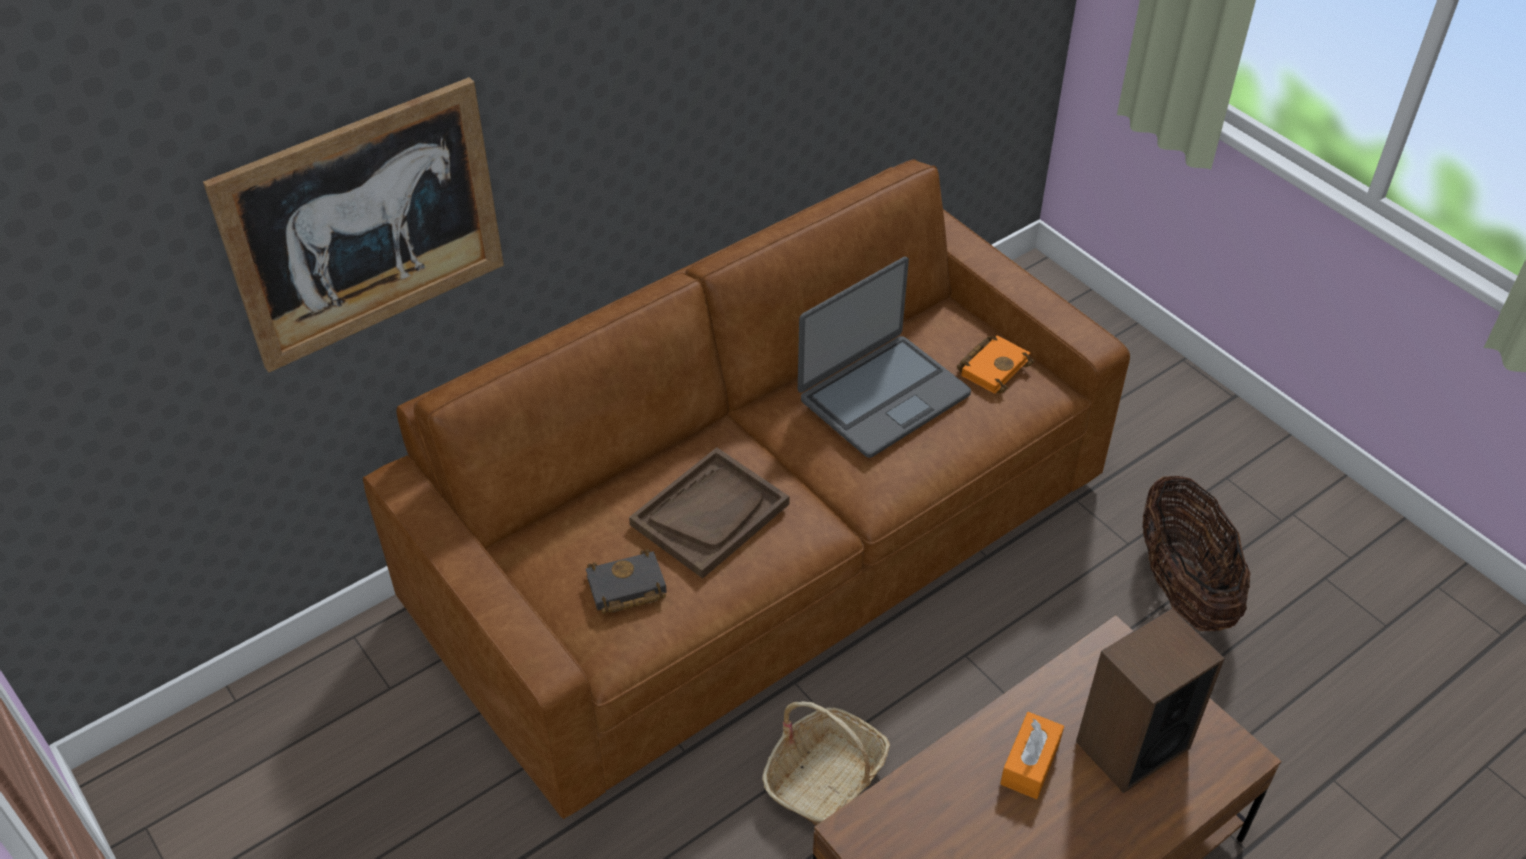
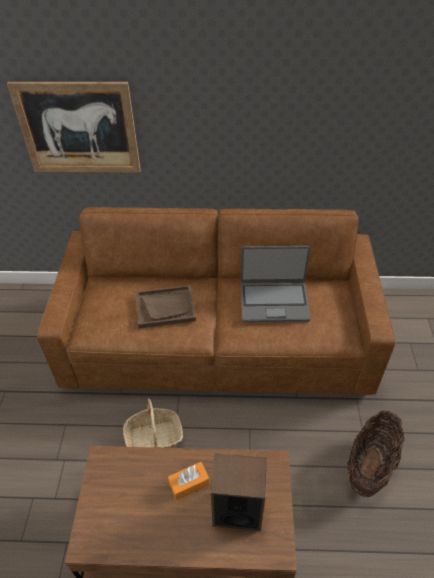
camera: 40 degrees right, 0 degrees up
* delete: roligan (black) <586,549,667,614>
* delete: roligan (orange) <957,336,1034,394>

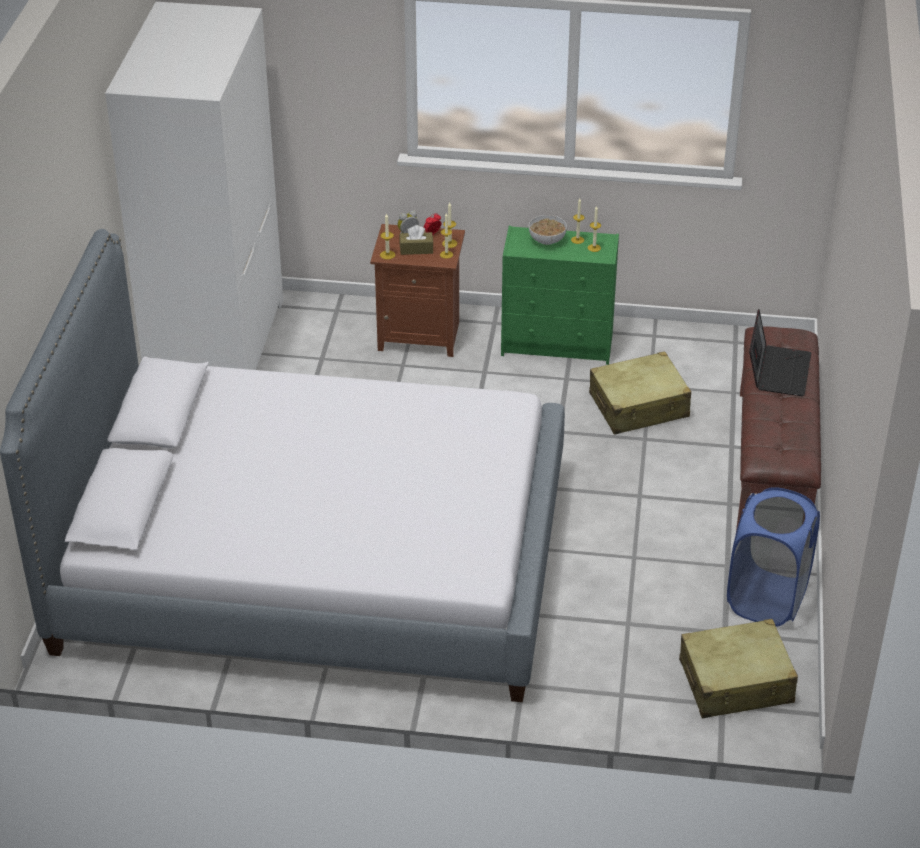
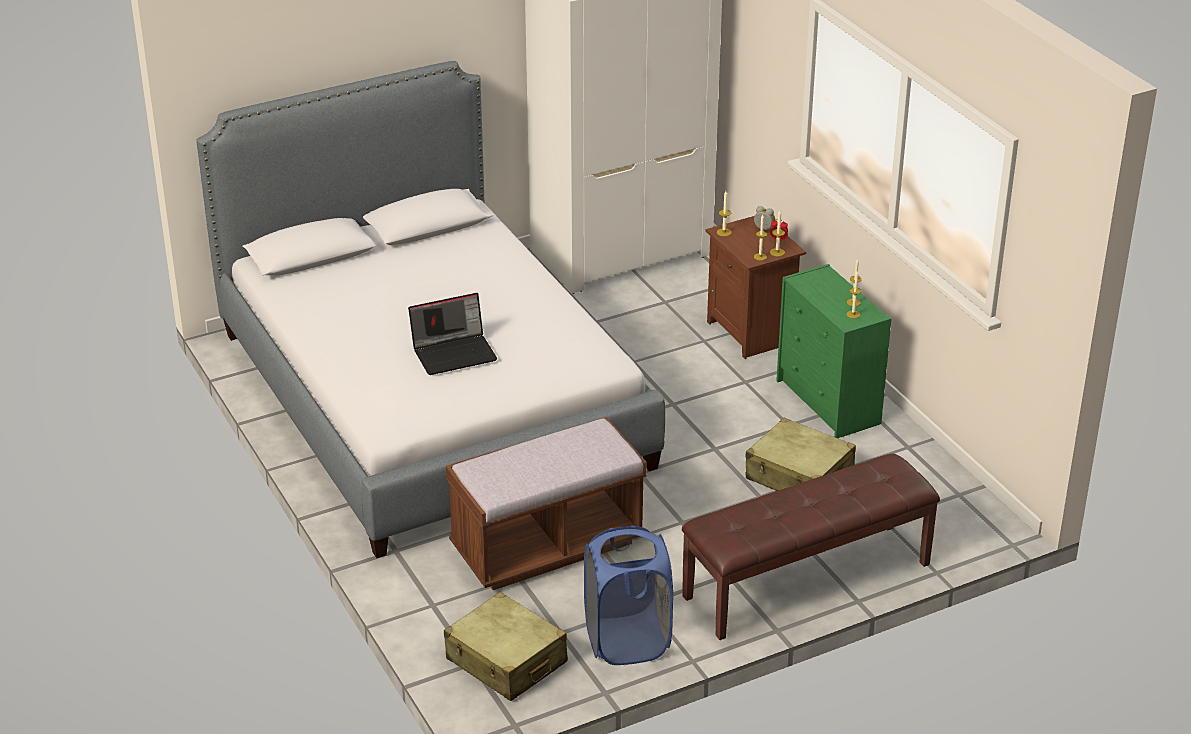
camera: 55 degrees right, 5 degrees down
* delete: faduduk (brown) <399,225,433,255>
* delete: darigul <529,215,567,245>
* move: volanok <749,309,811,396> to <408,293,497,375>
* insert: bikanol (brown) <446,417,647,590>

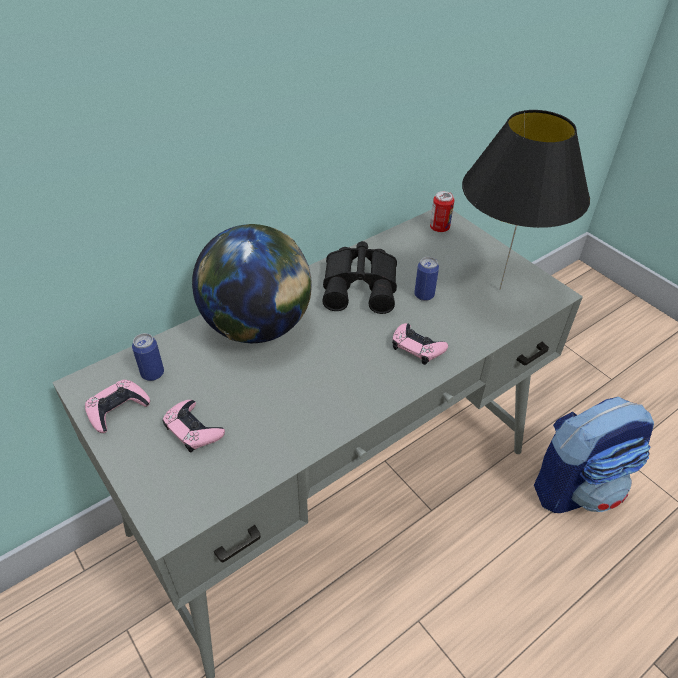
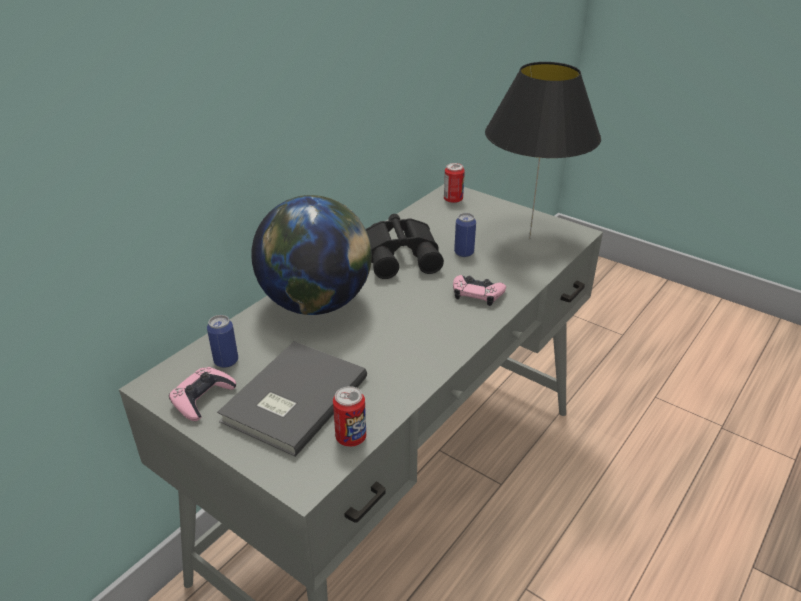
camera: 15 degrees left, 10 degrees down
* replace: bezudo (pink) <162,400,225,452> to roligan (grey) <217,341,367,457>
* delete: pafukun <534,397,654,513>
* insert: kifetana <333,386,366,447>

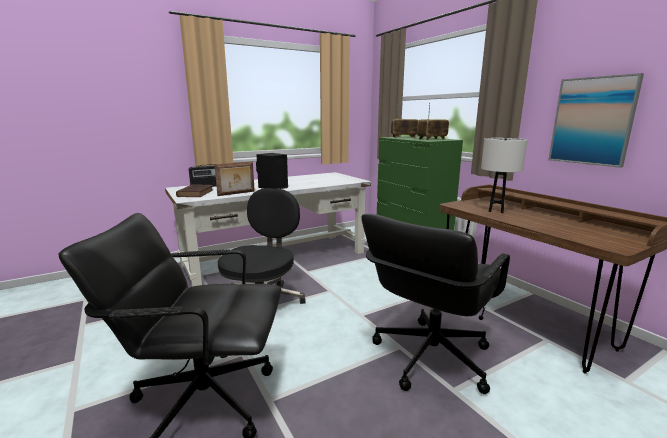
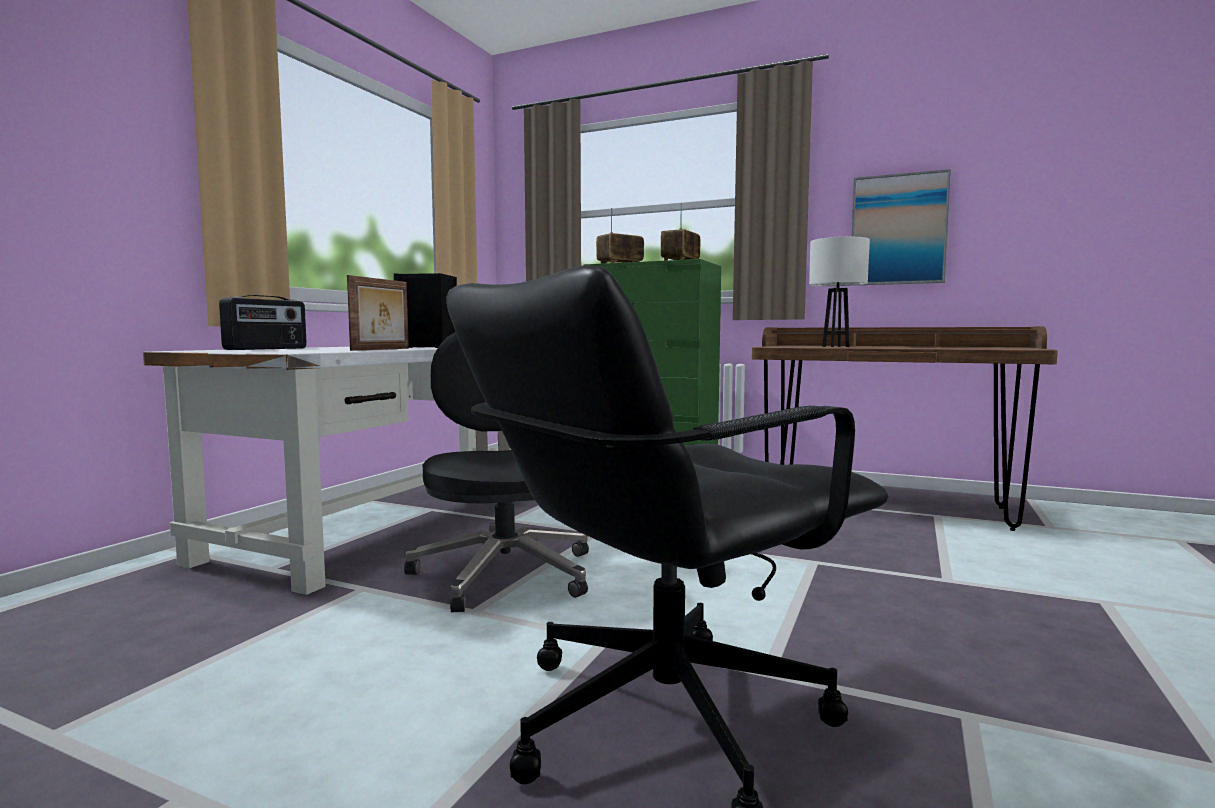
camera: 35 degrees left, 10 degrees down
* delete: roligan (brown) <176,185,213,197>
* delete: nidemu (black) <361,214,510,394>

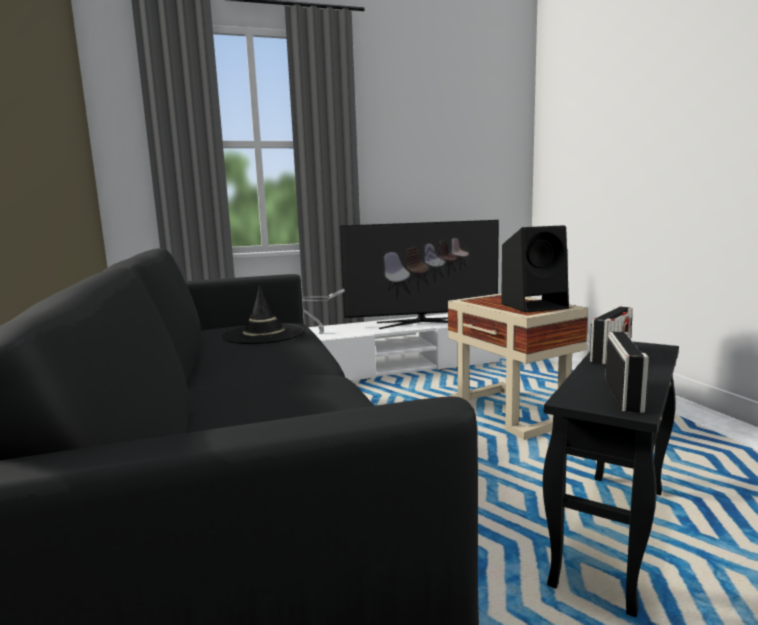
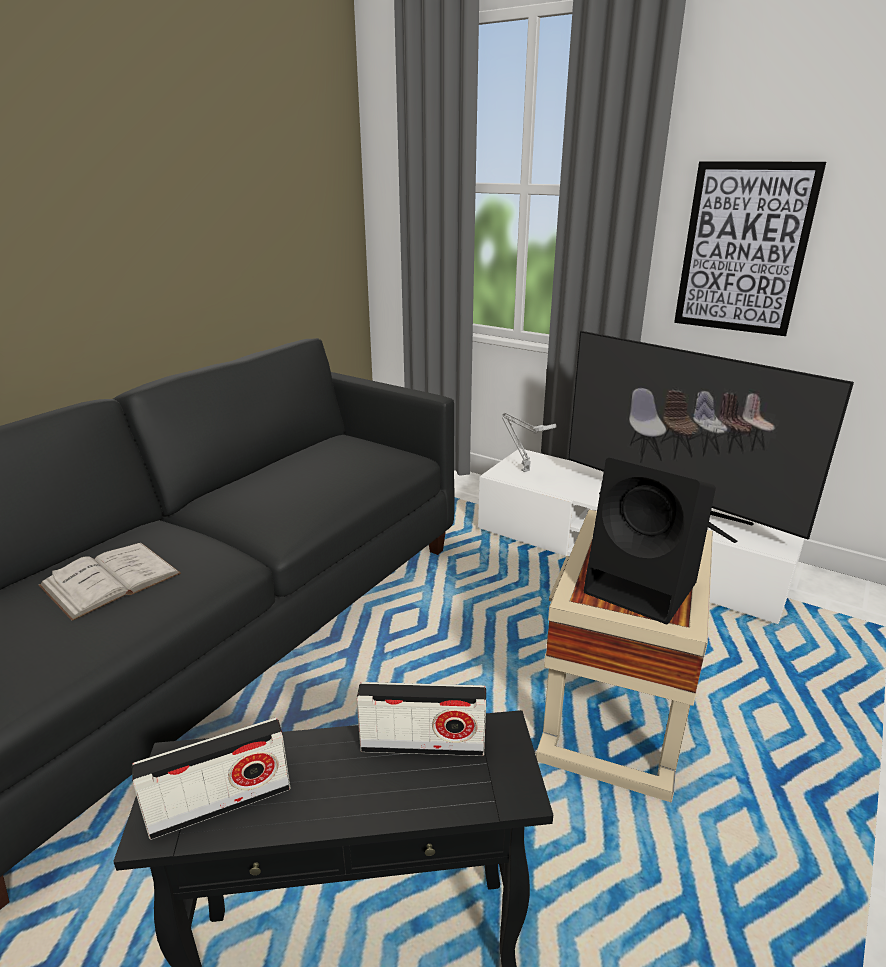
camera: 50 degrees right, 15 degrees up
* delete: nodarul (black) <222,285,306,344>
* insert: roligan (white) <39,543,181,621>
* insert: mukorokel <674,161,826,336>

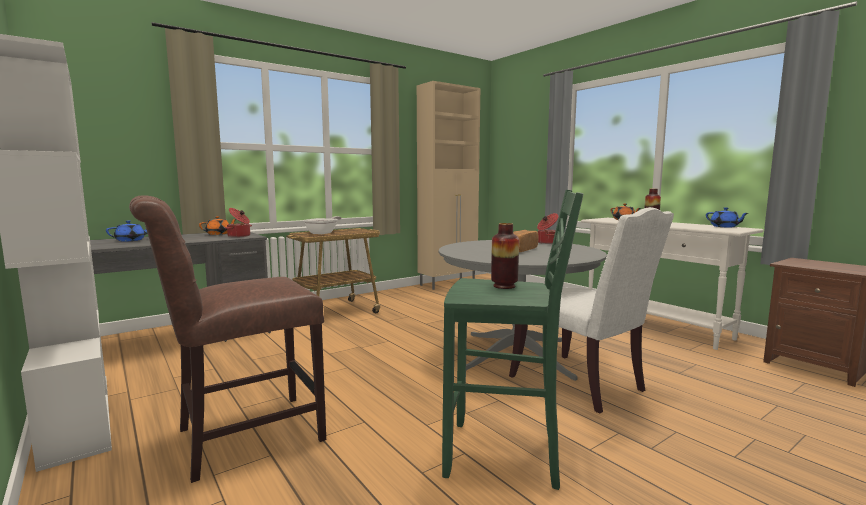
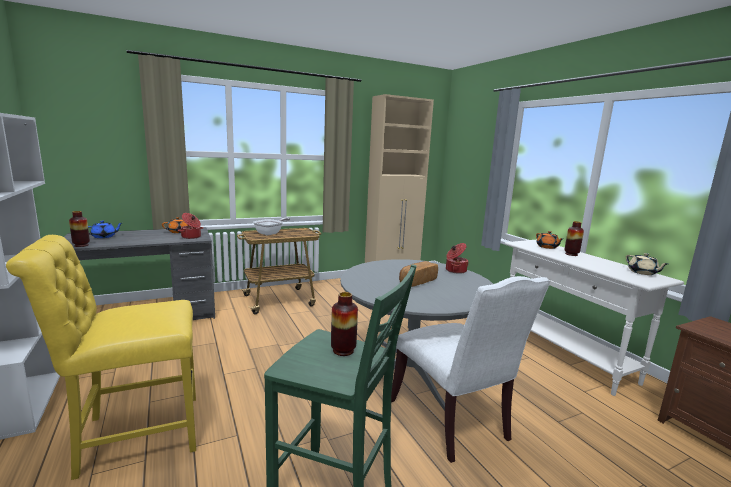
camera: 10 degrees right, 5 degrees up
* recolor: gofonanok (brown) <129,195,326,483> to gofonanok (yellow) <6,235,196,480>
* recolor: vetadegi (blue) <706,207,748,227> to vetadegi (beige) <626,253,668,275>
* insert: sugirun <69,211,90,247>

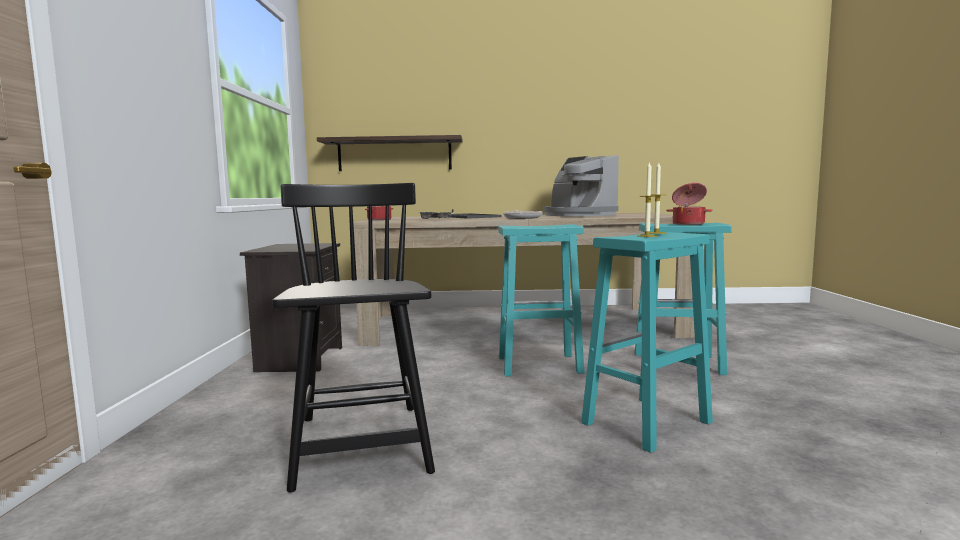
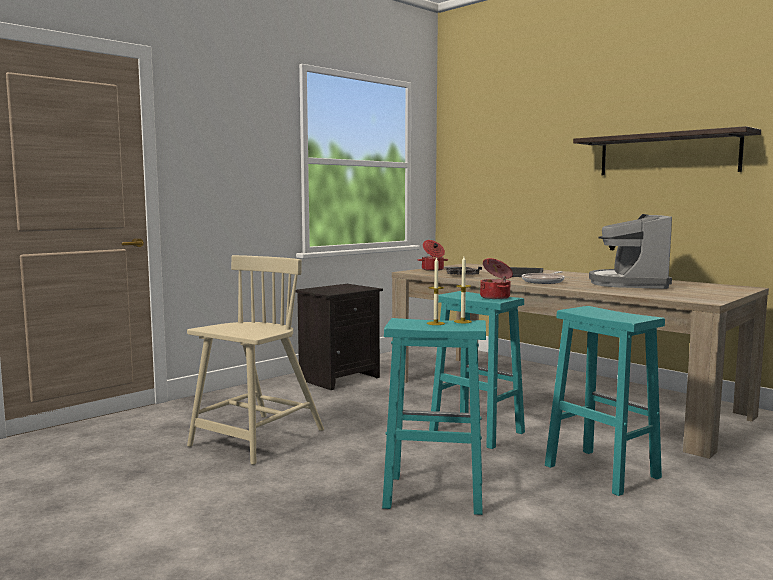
camera: 45 degrees right, 0 degrees up
* recolor: gofonanok (black) <272,183,435,493> to gofonanok (beige) <187,255,324,465>
* move: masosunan <317,135,463,171> to <573,126,761,175>
* move: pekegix <666,183,713,225> to <480,258,513,299>

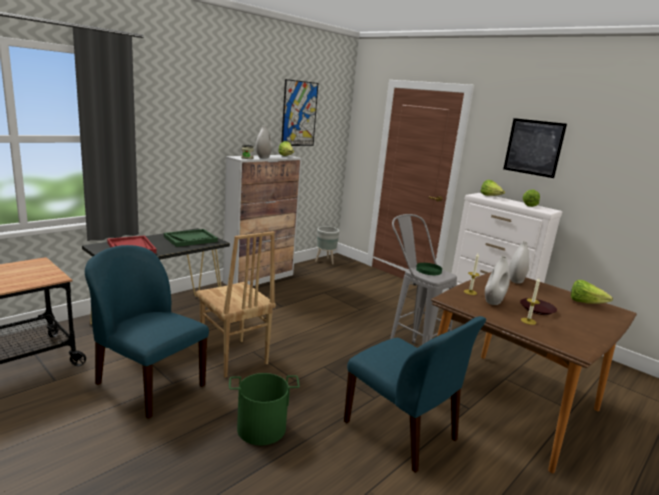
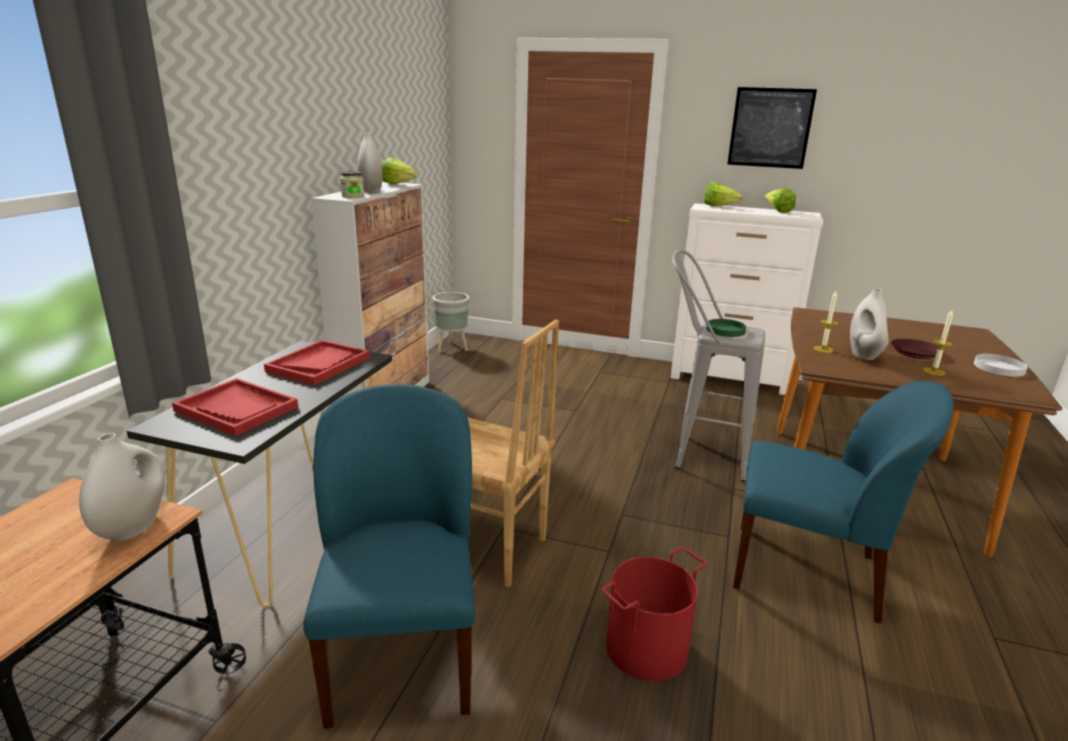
camera: 25 degrees left, 5 degrees up
* rotate: gofonanok (blue) <85,245,209,419> = <303,384,476,729> 75 degrees clockwise
* recolor: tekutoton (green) <164,229,218,247> to tekutoton (red) <264,340,370,385>
* recolor: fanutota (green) <229,373,300,445> to fanutota (red) <601,547,707,681>
* delete: mukorokel <281,79,318,146>
* move: sugirun (white) <509,241,529,284> to <79,433,165,541>
* delete: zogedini <571,280,613,304>
* insert: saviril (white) <974,354,1028,377>

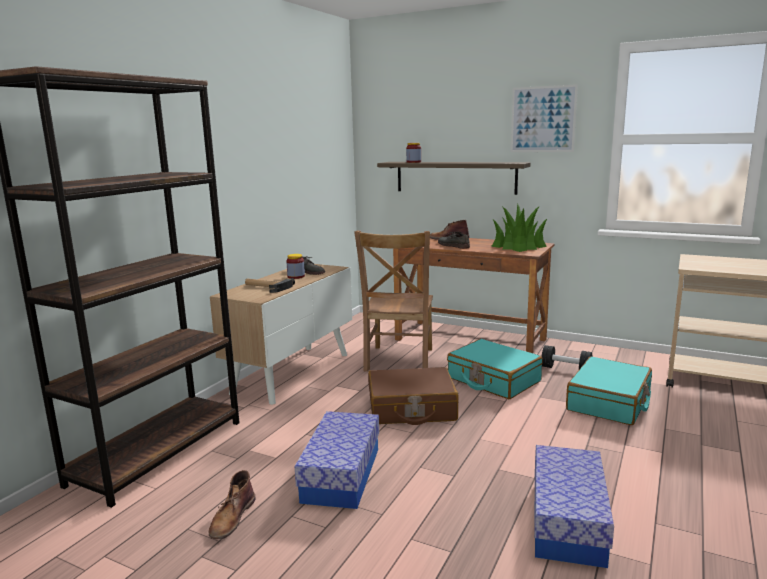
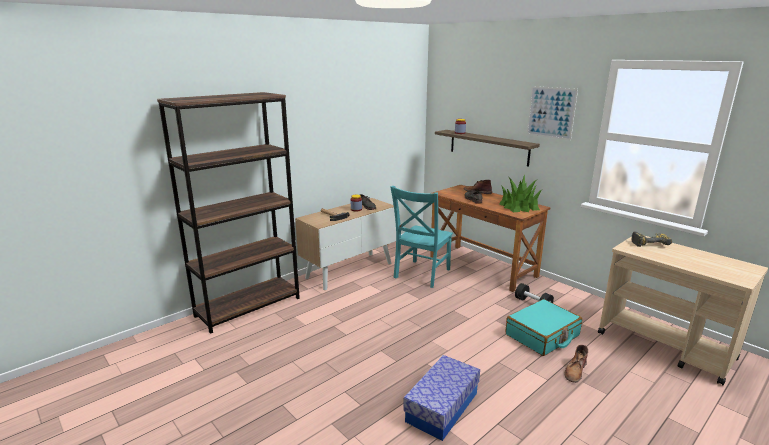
camera: 20 degrees right, 5 degrees up
* move: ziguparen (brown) <209,470,256,539> to <564,345,588,383>
* delete: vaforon <295,411,379,509>
* recolor: gofonanok (brown) <354,231,433,372> to gofonanok (turquoise) <390,186,453,288>
* delete: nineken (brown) <368,367,458,425>
* delete: nineken (turquoise) <447,339,543,399>
* insert: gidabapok <631,231,672,247>

